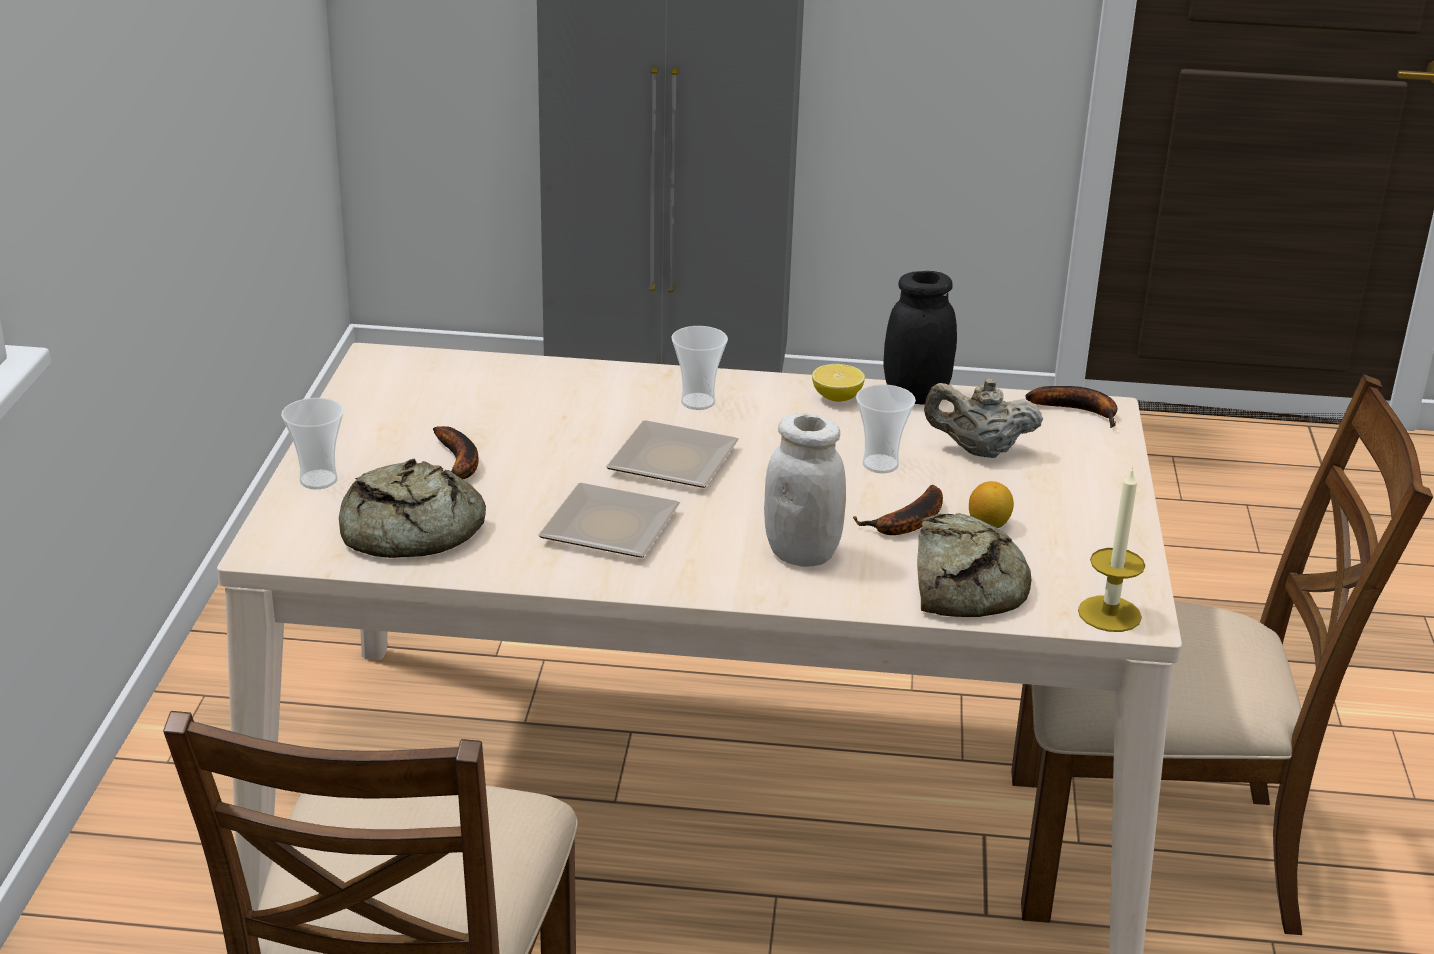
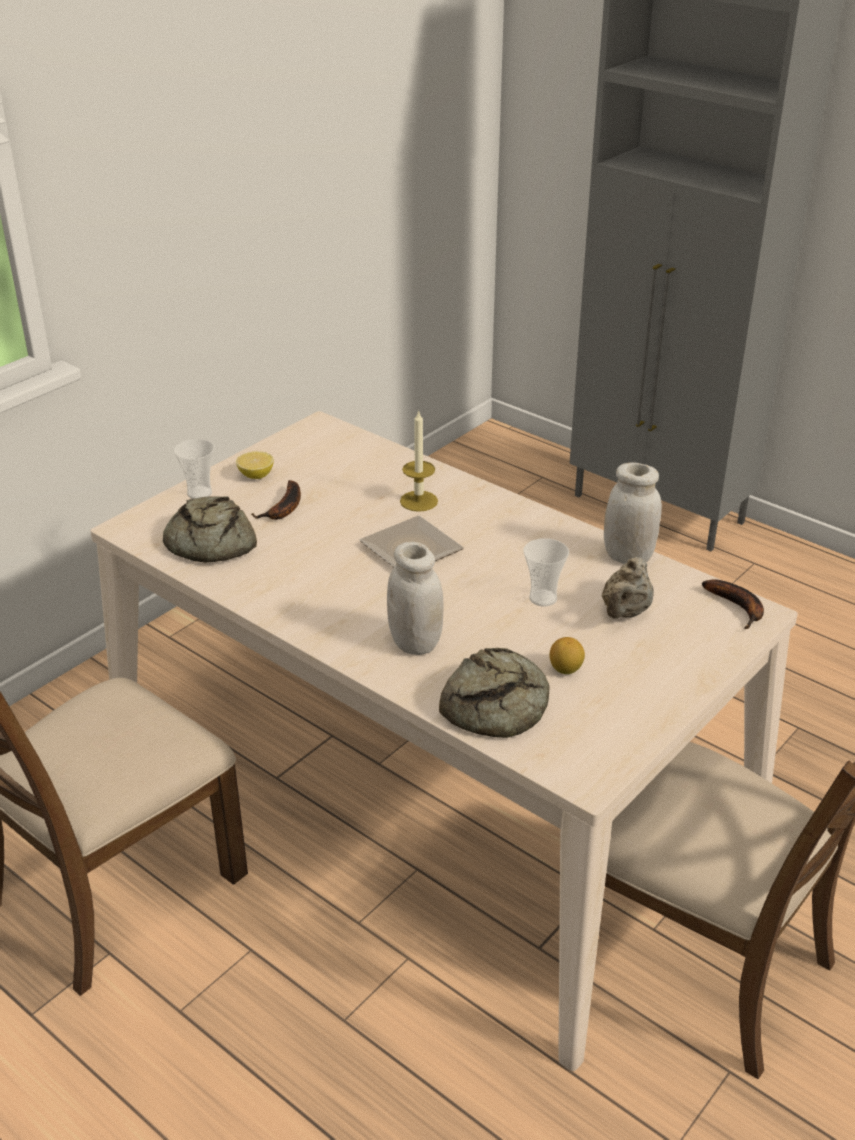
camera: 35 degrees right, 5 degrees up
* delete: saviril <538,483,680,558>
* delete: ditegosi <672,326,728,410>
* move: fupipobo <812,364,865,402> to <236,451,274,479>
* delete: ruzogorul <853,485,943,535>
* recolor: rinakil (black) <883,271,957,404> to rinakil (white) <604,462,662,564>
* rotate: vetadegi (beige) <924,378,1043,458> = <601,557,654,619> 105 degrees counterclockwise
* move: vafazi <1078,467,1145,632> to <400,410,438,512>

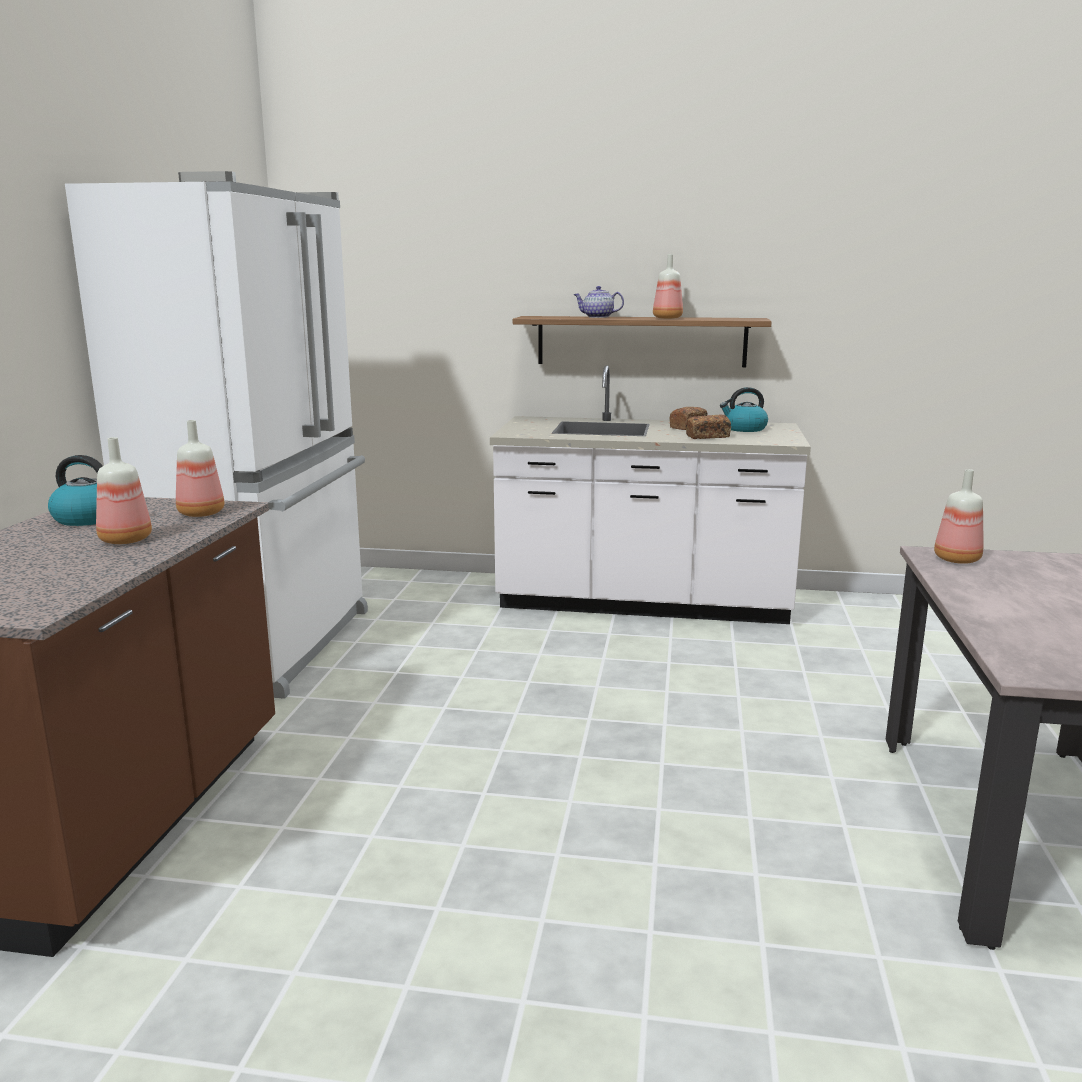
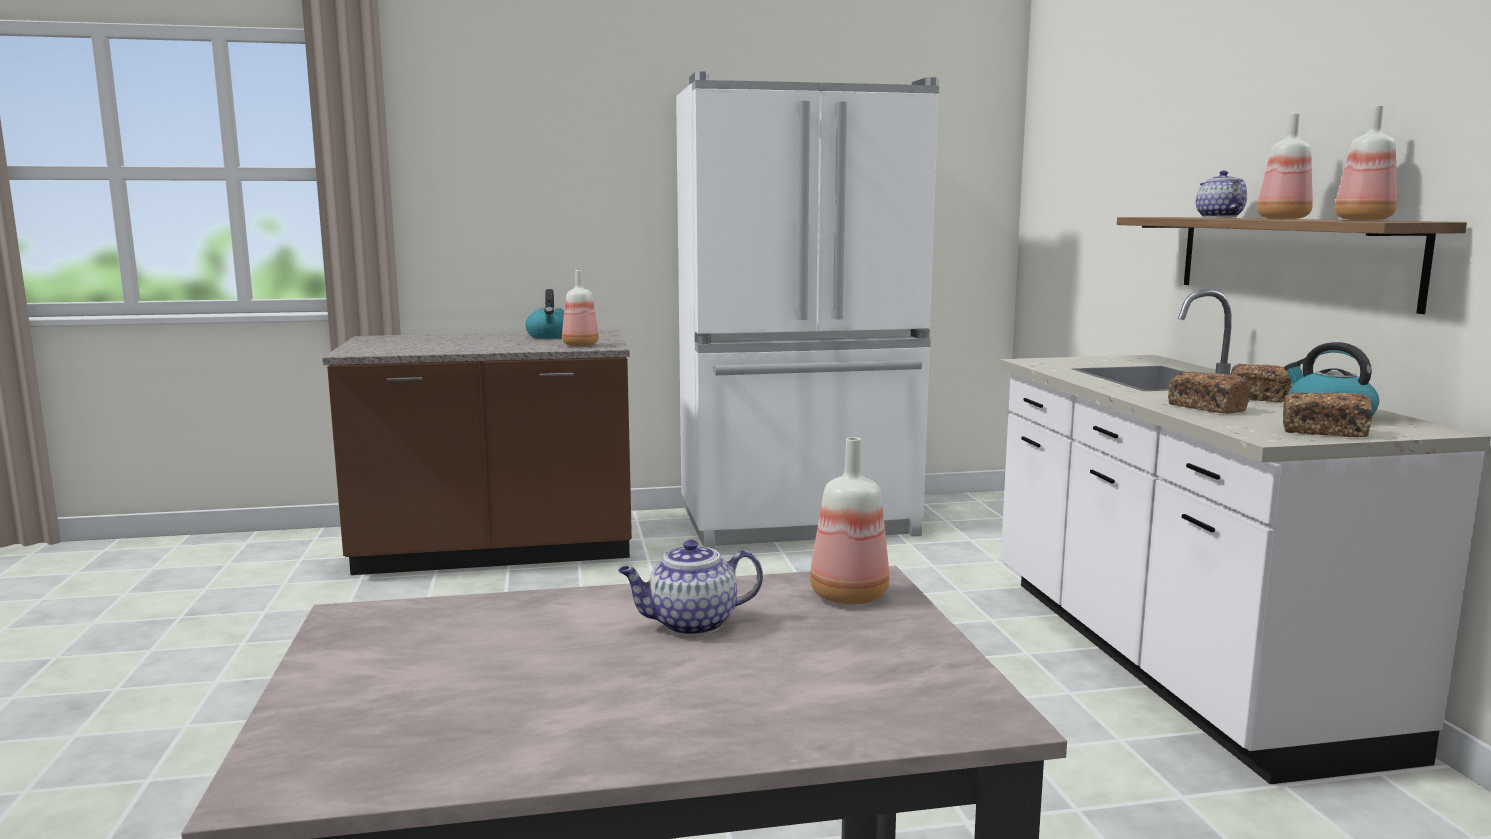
camera: 70 degrees right, 5 degrees down
* move: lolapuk <96,437,152,544> to <1334,106,1397,220>
* insert: vetadegi <618,540,763,636>
* insert: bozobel <1283,392,1373,437>

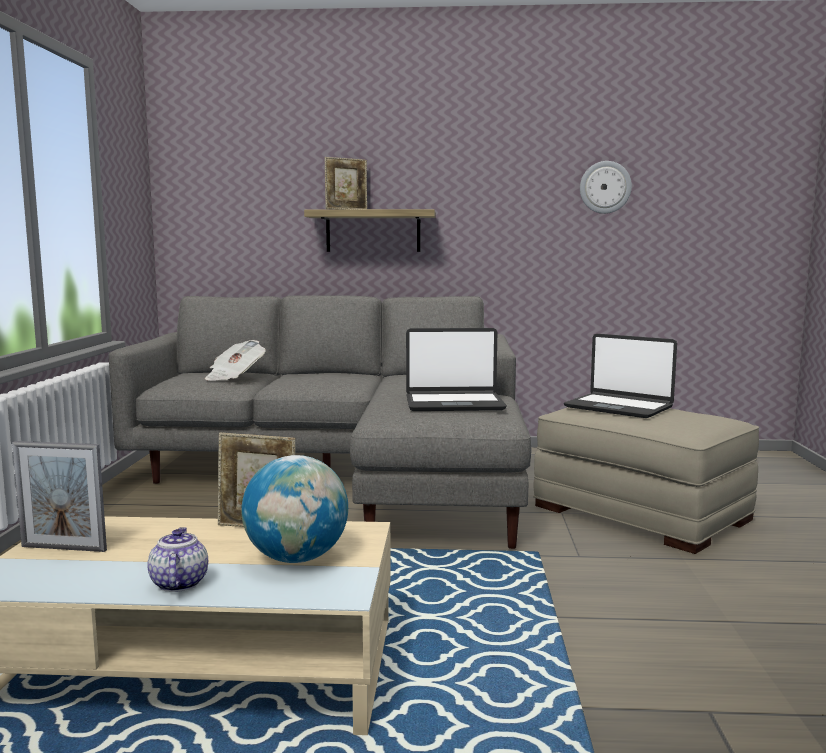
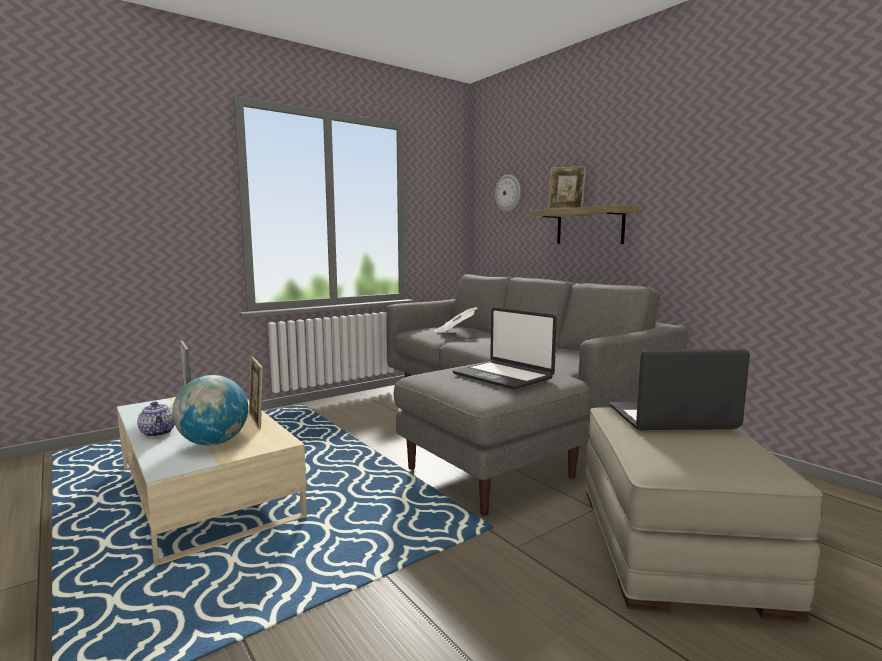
camera: 50 degrees right, 0 degrees up
* rotate: vetadegi <147,527,208,592> = <137,401,175,437> 105 degrees clockwise
* rotate: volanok <564,334,677,418> = <610,349,750,430> 90 degrees clockwise
* move: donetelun <580,161,632,214> to <495,174,521,212>

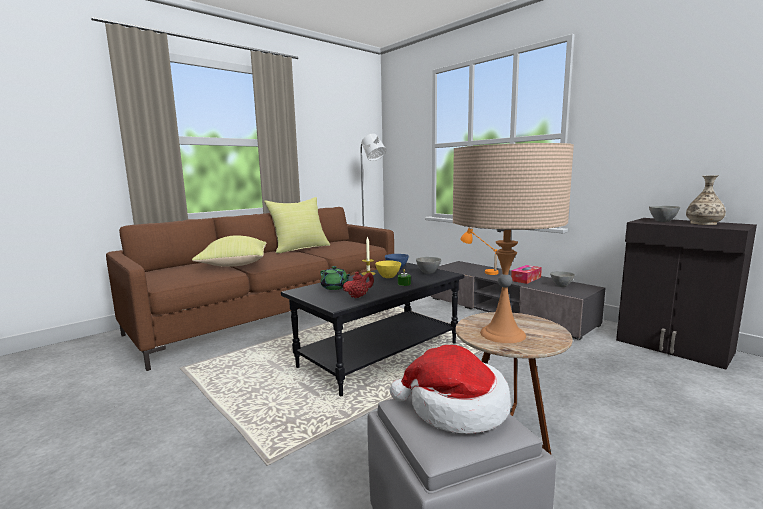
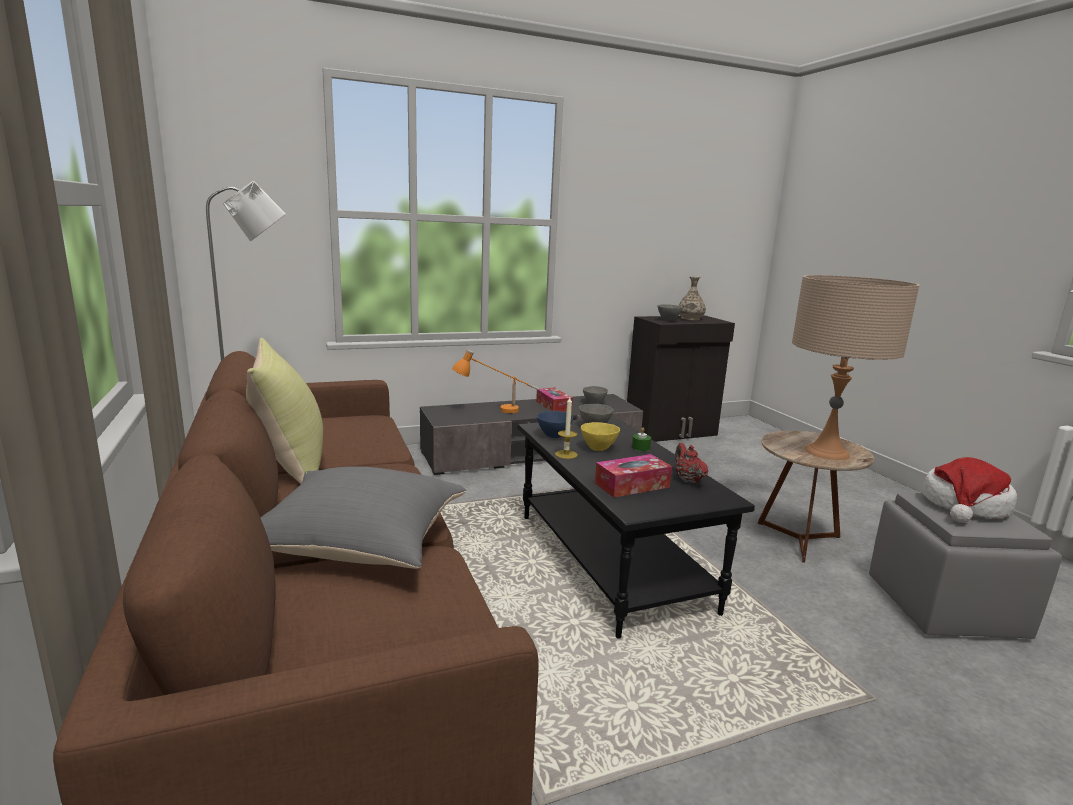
camera: 70 degrees left, 5 degrees up
* recolor: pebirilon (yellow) <192,235,267,267> to pebirilon (grey) <261,466,466,569>
* replace: vetadegi (green) <320,266,351,290> to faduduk <595,454,672,498>

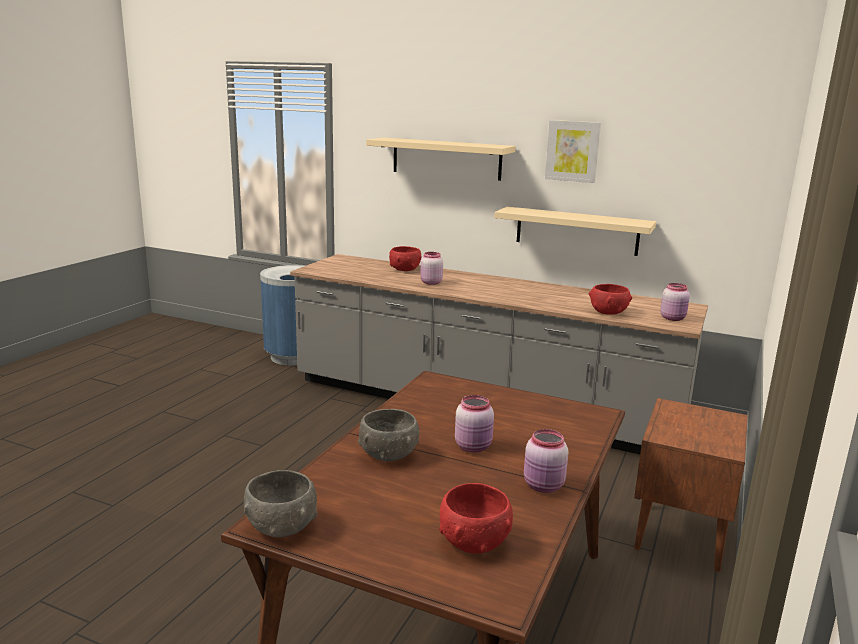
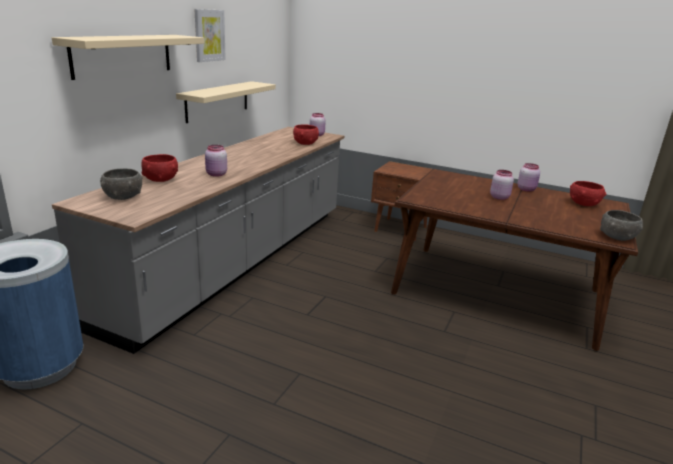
camera: 90 degrees left, 5 degrees up
* move: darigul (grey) <358,409,419,461> to <100,168,143,200>

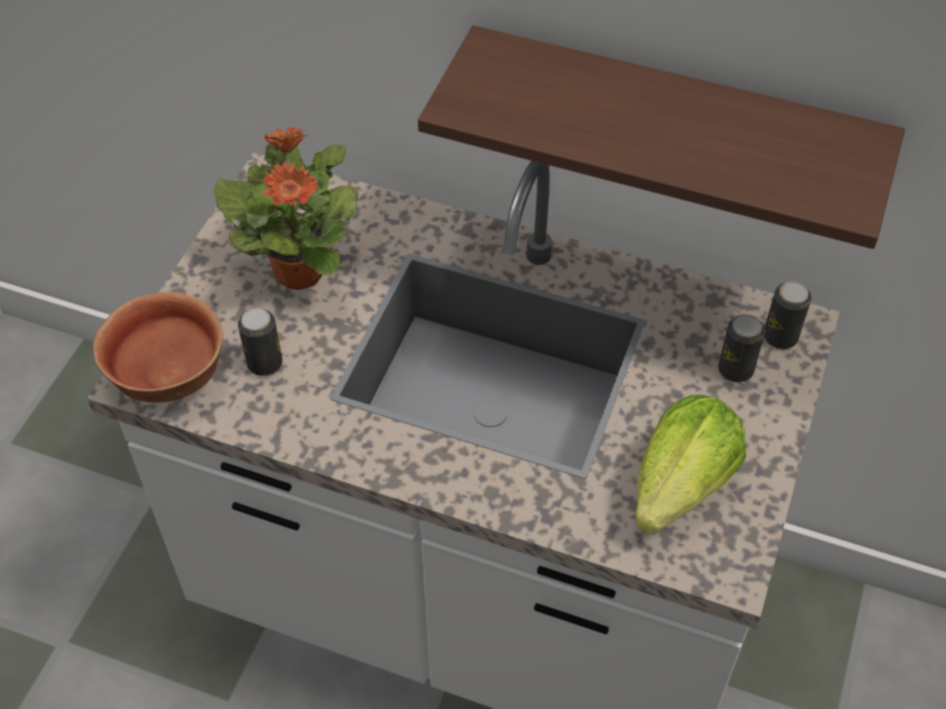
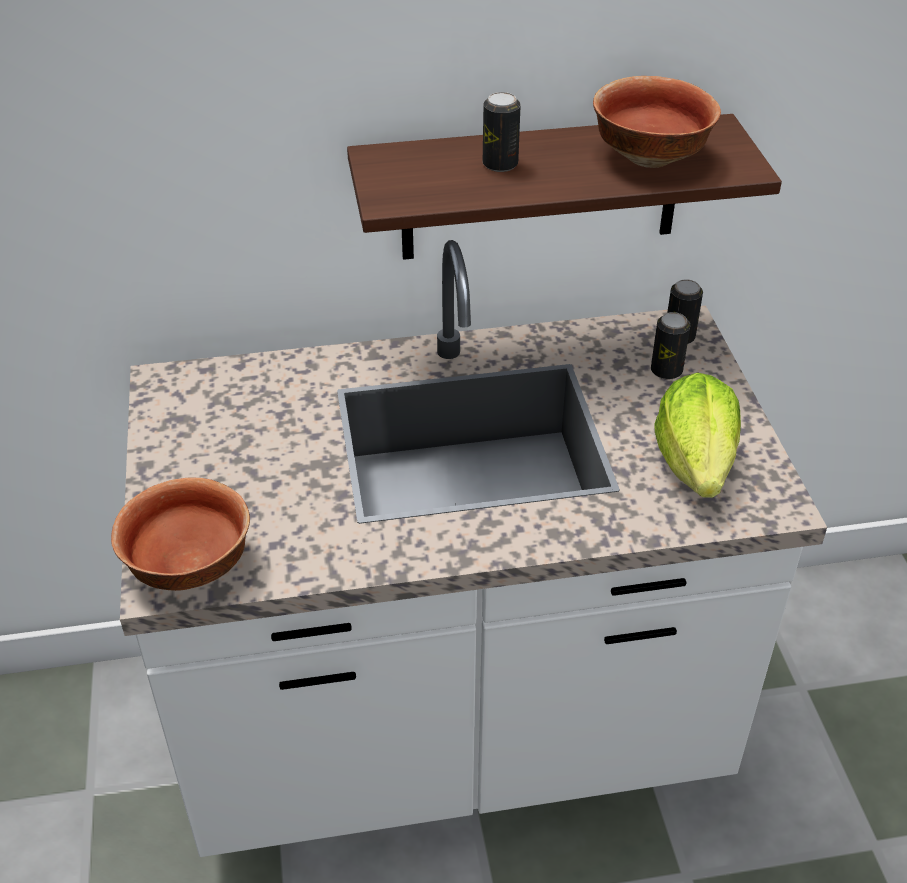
camera: 30 degrees left, 10 degrees down
* delete: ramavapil <214,127,358,290>
* move: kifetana <238,308,282,376> to <483,92,521,172>
* insert: darigul <593,76,721,168>

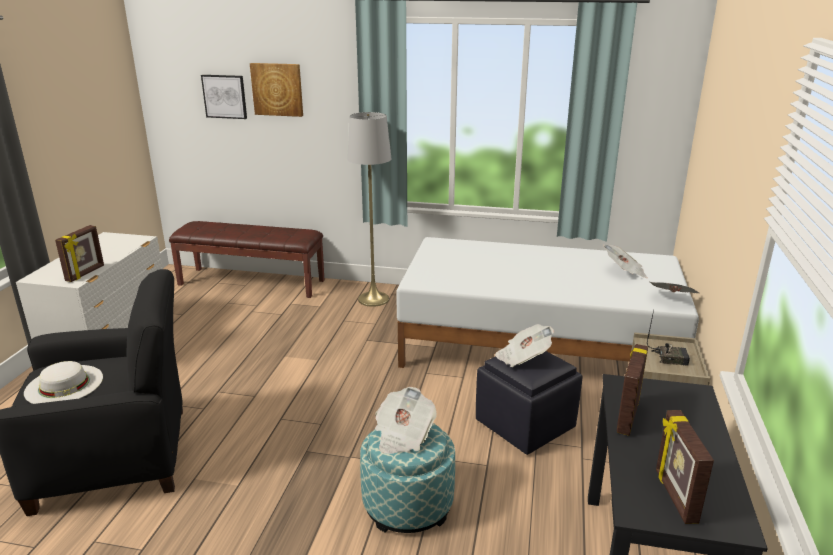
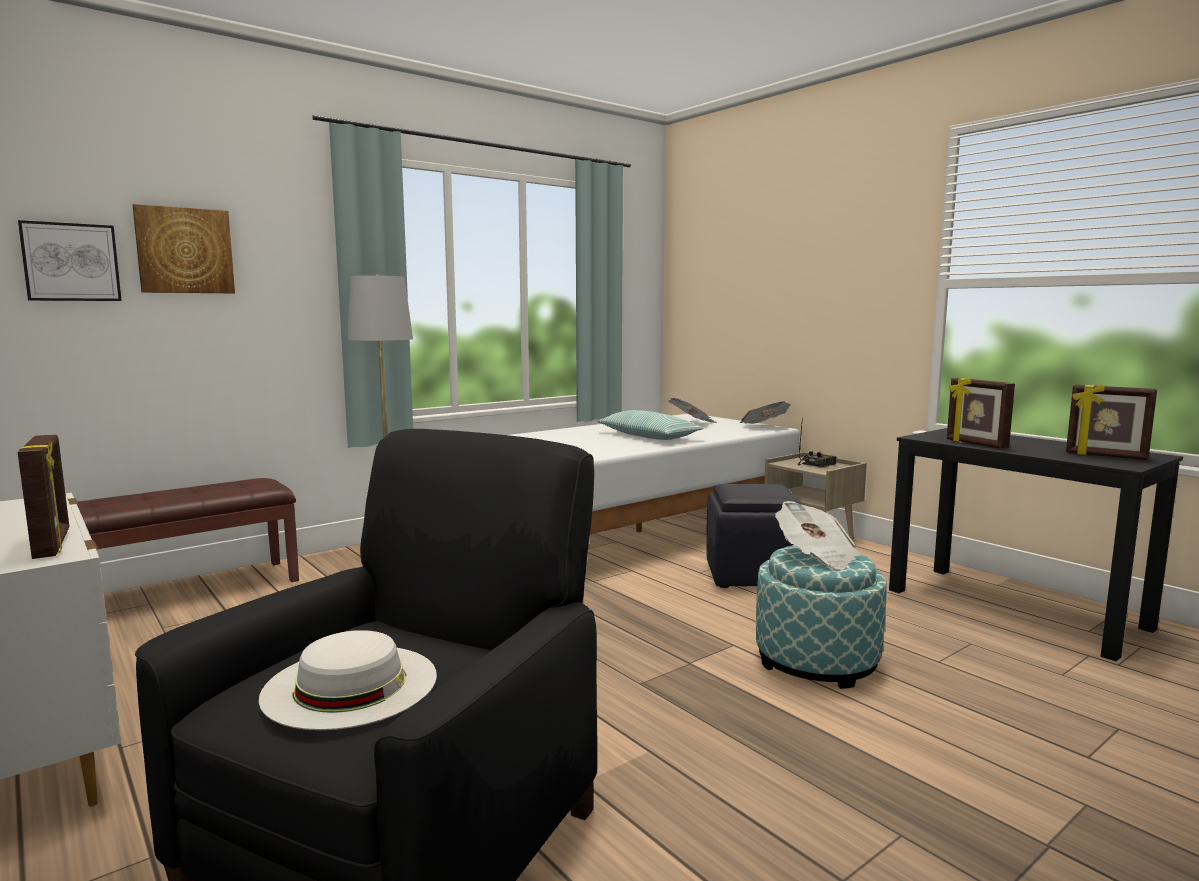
camera: 50 degrees left, 15 degrees down
* delete: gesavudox <495,324,554,367>
* insert: pebirilon <597,410,704,440>

